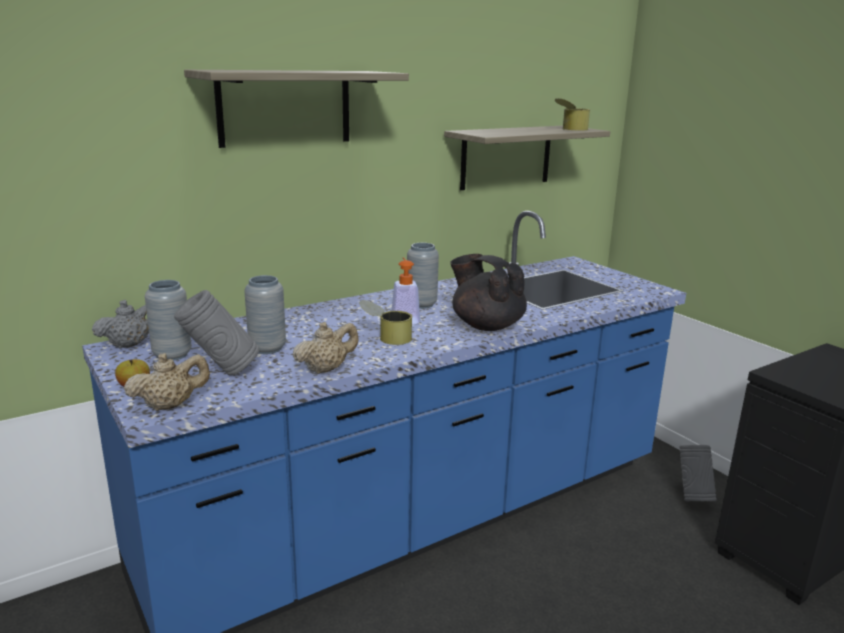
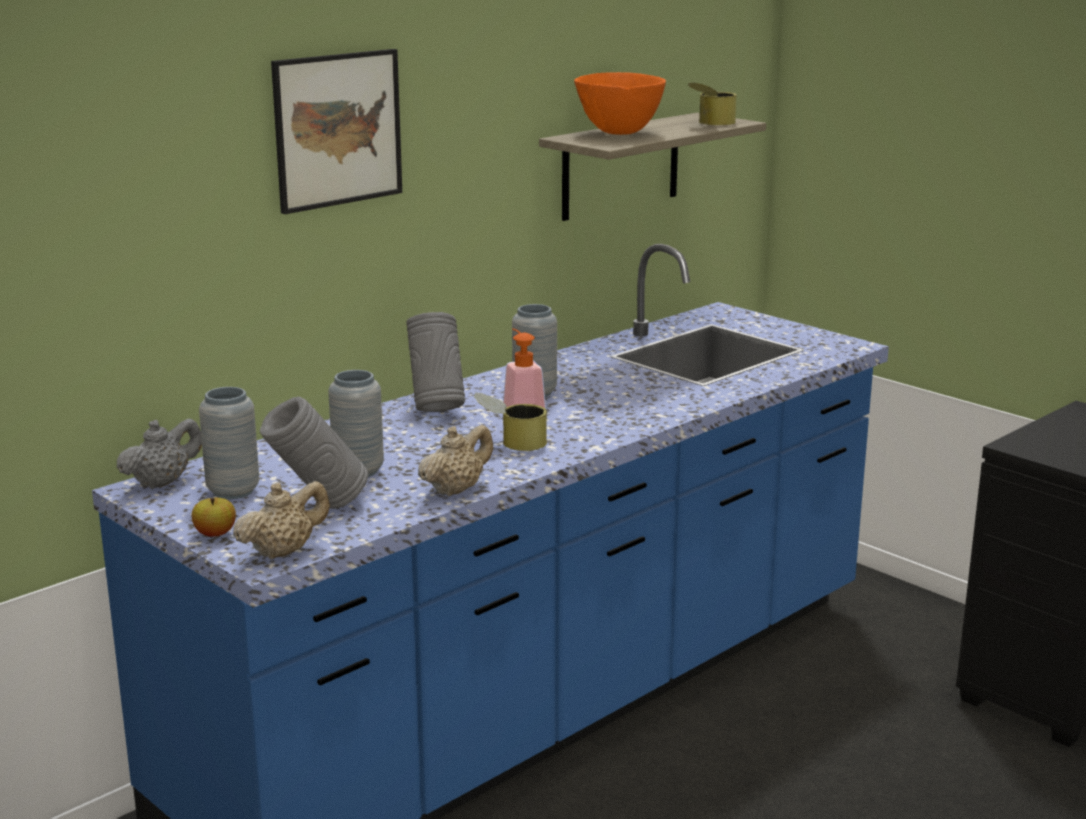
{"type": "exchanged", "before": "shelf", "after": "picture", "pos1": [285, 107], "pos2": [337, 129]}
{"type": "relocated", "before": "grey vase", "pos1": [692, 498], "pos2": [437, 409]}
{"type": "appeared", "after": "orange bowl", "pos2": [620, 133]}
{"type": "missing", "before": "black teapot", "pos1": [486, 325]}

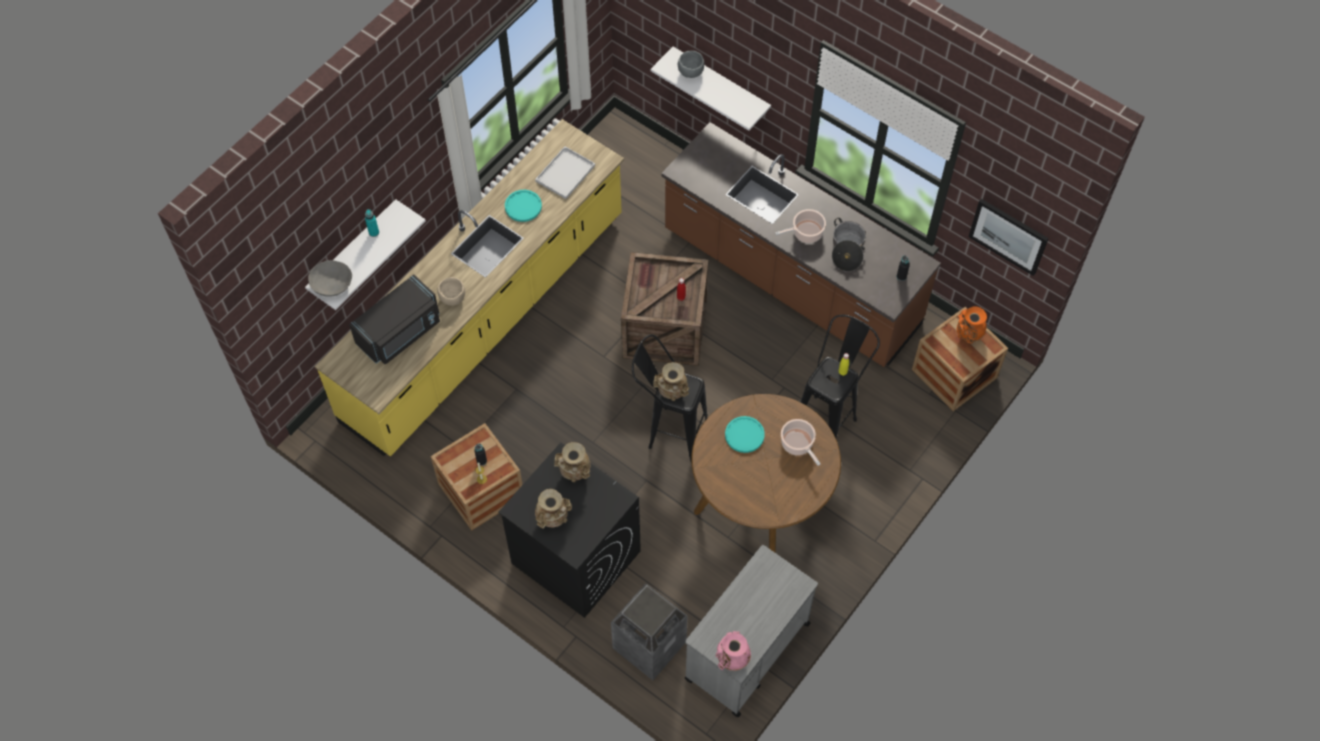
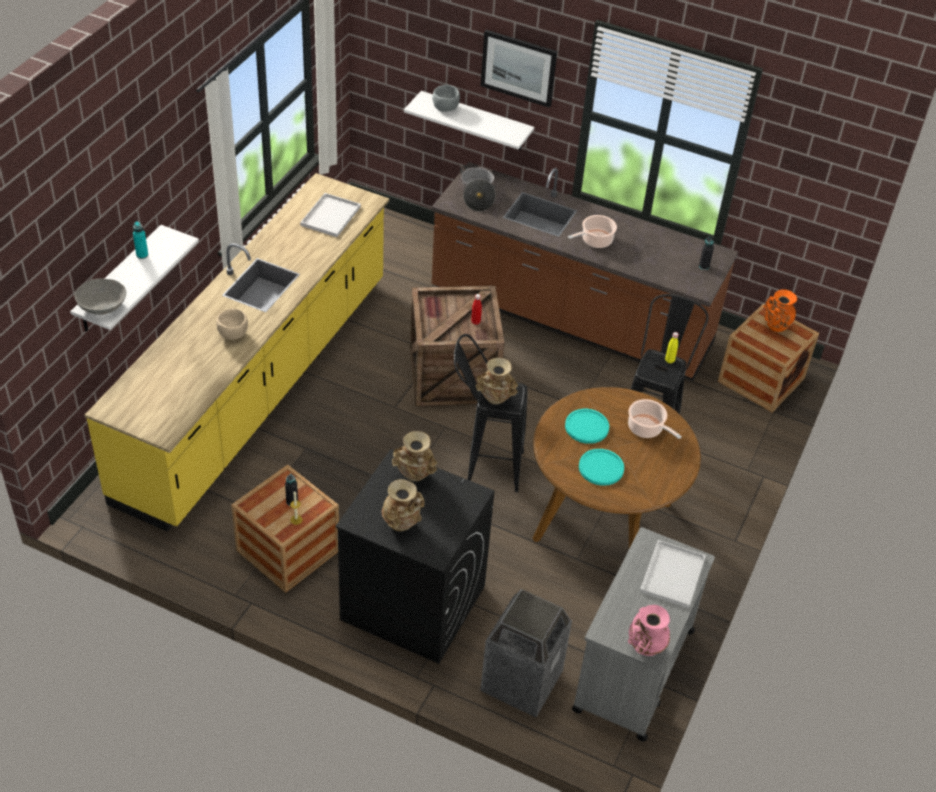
{"type": "relocated", "before": "cooking pot", "pos1": [847, 250], "pos2": [477, 195]}
{"type": "relocated", "before": "picture", "pos1": [1008, 236], "pos2": [518, 67]}
{"type": "relocated", "before": "turquoise plate", "pos1": [523, 206], "pos2": [601, 468]}
{"type": "appeared", "after": "white tray", "pos2": [673, 576]}
{"type": "missing", "before": "black microwave", "pos1": [400, 333]}

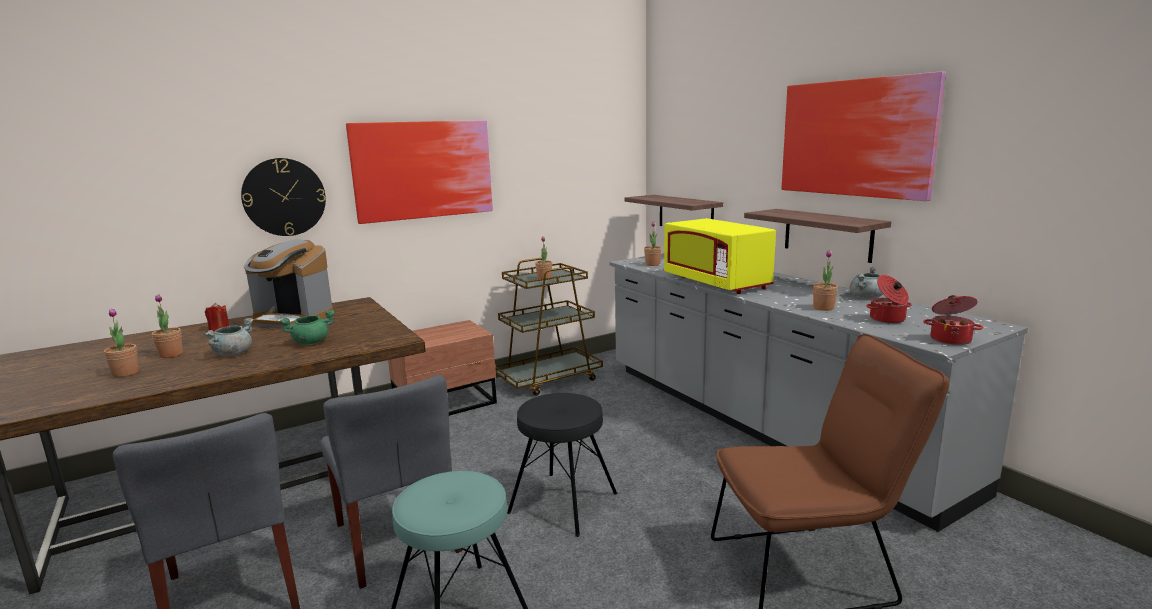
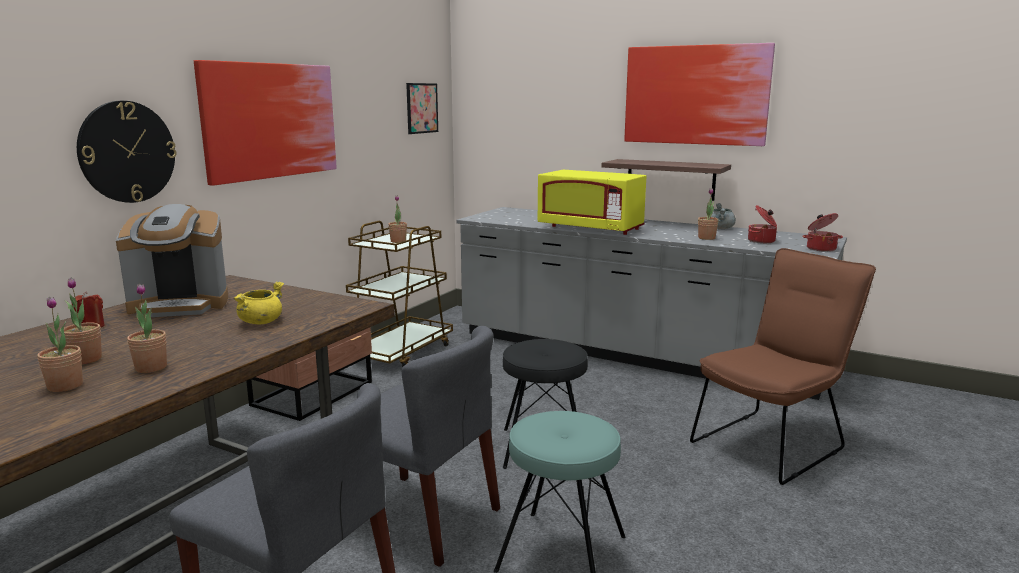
{"type": "relocated", "before": "potted plant", "pos1": [652, 264], "pos2": [151, 368]}
{"type": "colour", "before": "green cooking pot", "after": "yellow cooking pot", "pos1": [311, 342], "pos2": [260, 322]}
{"type": "appeared", "after": "picture", "pos2": [422, 108]}
{"type": "missing", "before": "grey cooking pot", "pos1": [233, 353]}
{"type": "missing", "before": "shelf", "pos1": [685, 214]}

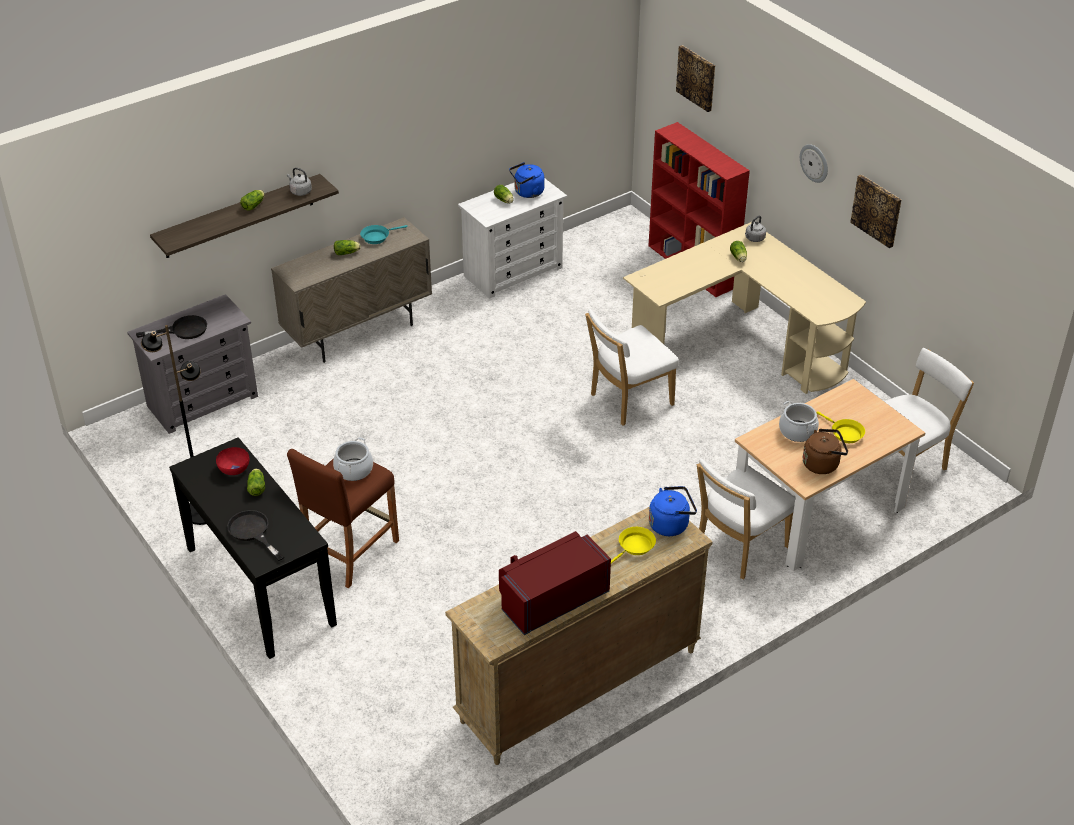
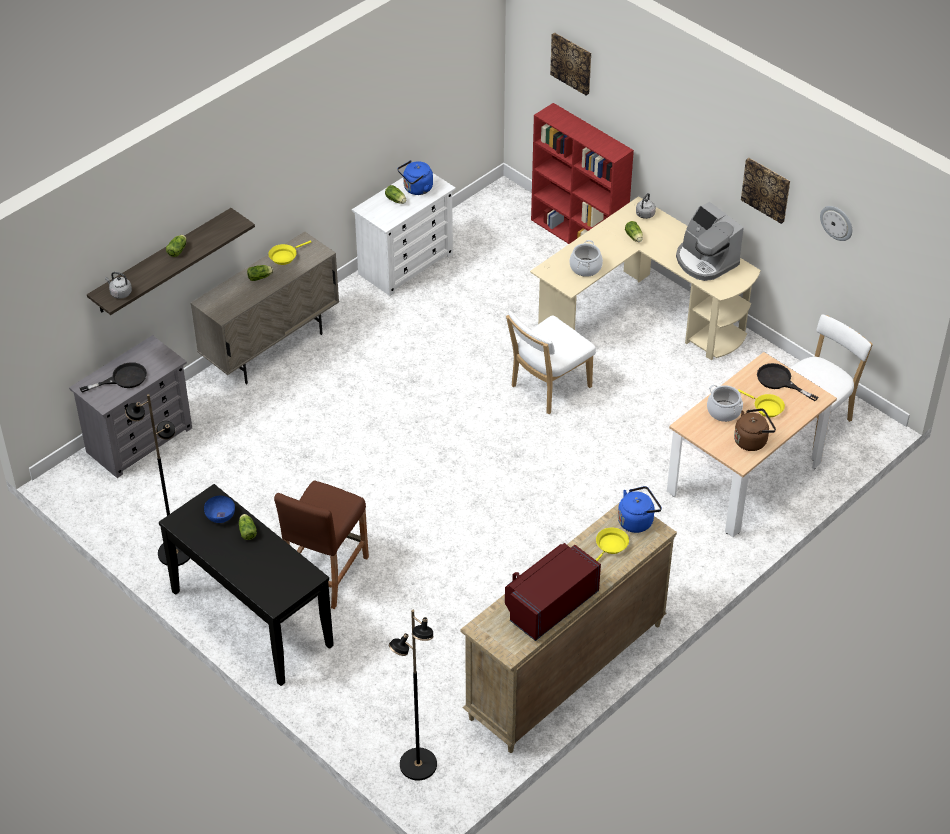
{"type": "relocated", "before": "grey kettle", "pos1": [300, 191], "pos2": [120, 293]}
{"type": "colour", "before": "red bowl", "after": "blue bowl", "pos1": [233, 469], "pos2": [220, 516]}
{"type": "colour", "before": "turquoise frying pan", "after": "yellow frying pan", "pos1": [377, 237], "pos2": [285, 256]}
{"type": "appeared", "after": "black floor lamp", "pos2": [417, 765]}
{"type": "relocated", "before": "cooking pot", "pos1": [353, 470], "pos2": [585, 267]}
{"type": "appeared", "after": "coffee machine", "pos2": [705, 261]}
{"type": "relocated", "before": "black frying pan", "pos1": [252, 532], "pos2": [779, 381]}
{"type": "relocated", "before": "wall clock", "pos1": [814, 163], "pos2": [837, 222]}
{"type": "missing", "before": "white chair", "pos1": [738, 548]}

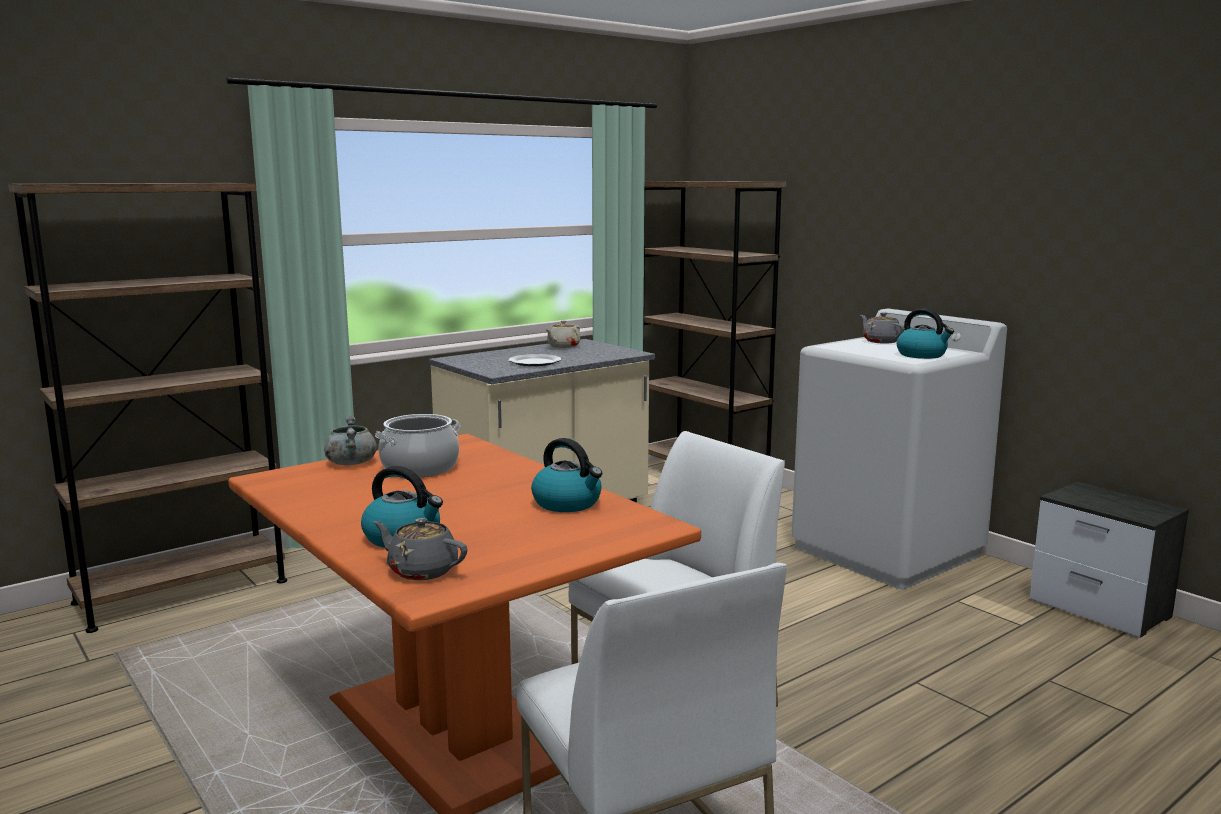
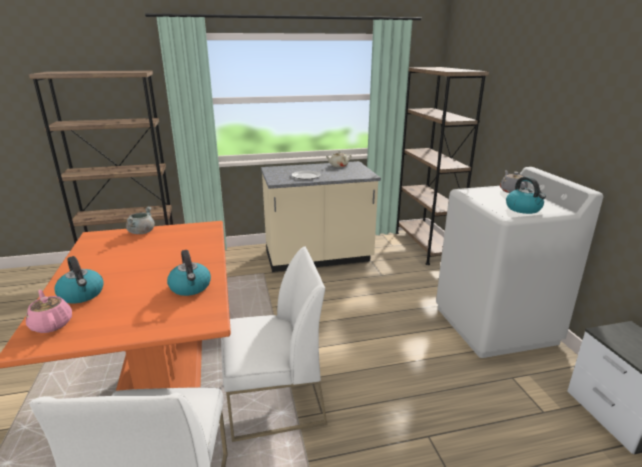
{"type": "colour", "before": "grey teapot", "after": "pink teapot", "pos1": [421, 570], "pos2": [51, 324]}
{"type": "missing", "before": "cooking pot", "pos1": [420, 468]}

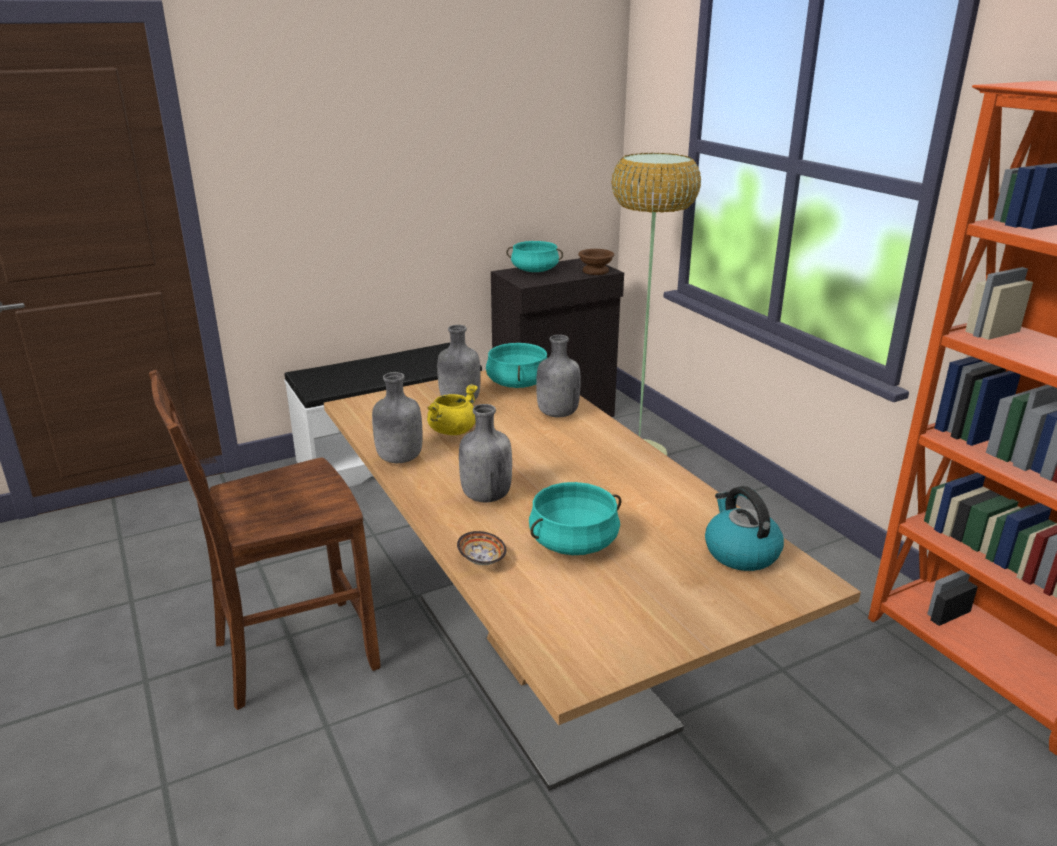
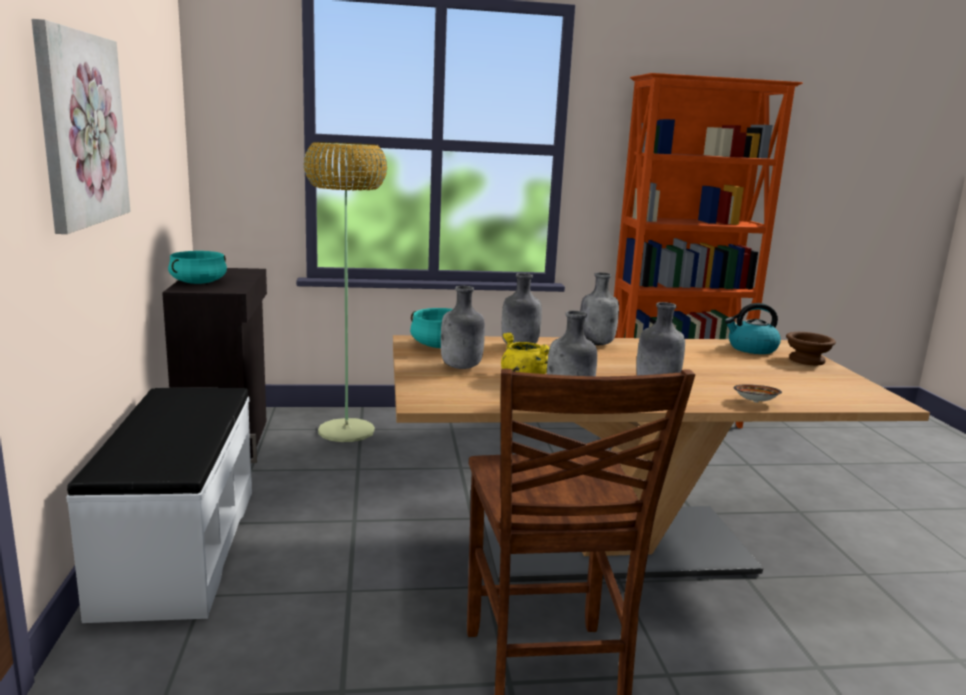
{"type": "appeared", "after": "picture", "pos2": [80, 129]}
{"type": "appeared", "after": "grey bottle", "pos2": [597, 343]}
{"type": "relocated", "before": "brown bowl", "pos1": [595, 271], "pos2": [808, 361]}
{"type": "missing", "before": "turquoise cooking pot", "pos1": [573, 543]}

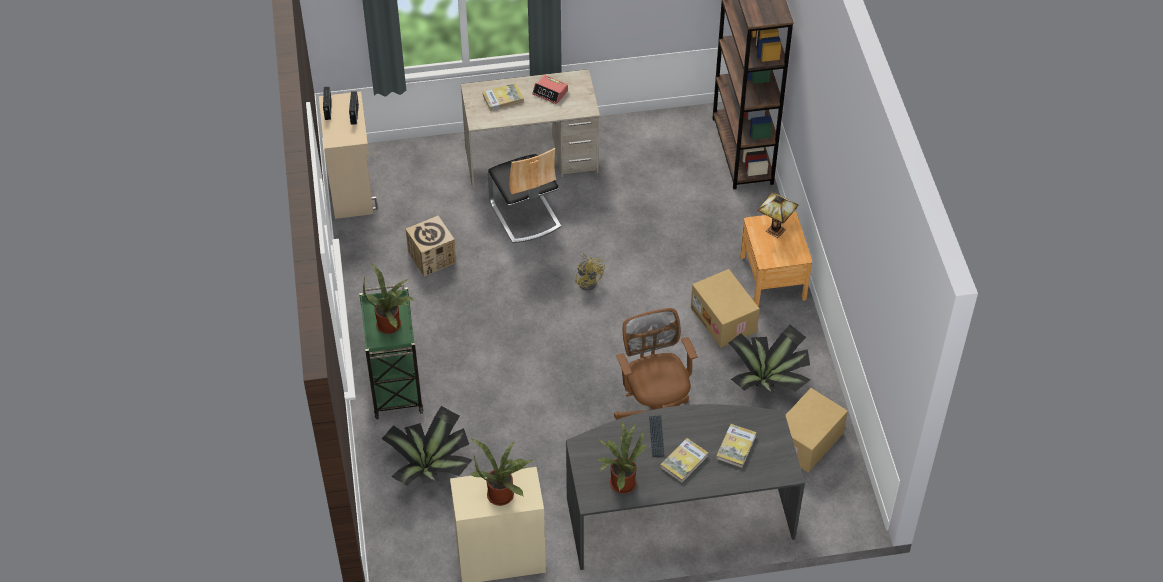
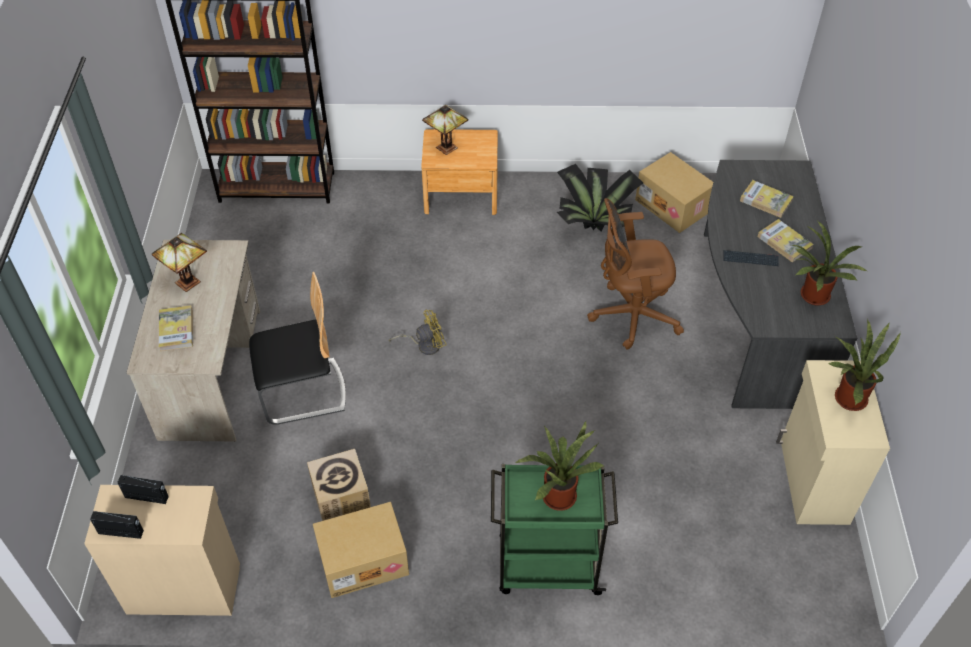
{"type": "exchanged", "before": "alarm clock", "after": "table lamp", "pos1": [550, 93], "pos2": [188, 281]}
{"type": "relocated", "before": "cardboard box", "pos1": [724, 319], "pos2": [363, 560]}
{"type": "missing", "before": "potted plant", "pos1": [431, 467]}

